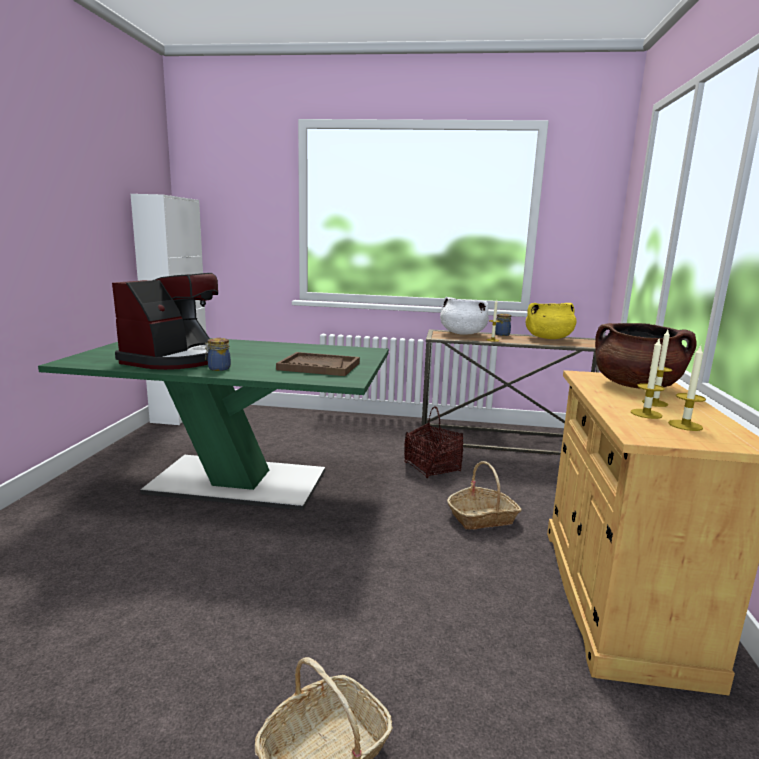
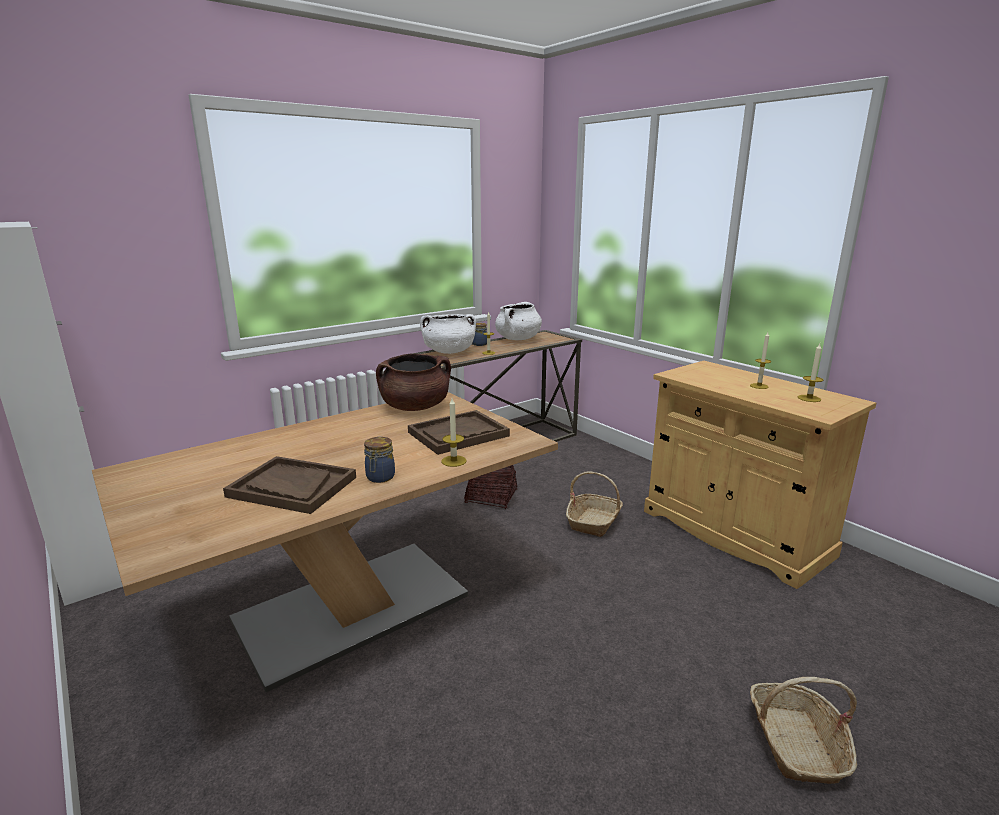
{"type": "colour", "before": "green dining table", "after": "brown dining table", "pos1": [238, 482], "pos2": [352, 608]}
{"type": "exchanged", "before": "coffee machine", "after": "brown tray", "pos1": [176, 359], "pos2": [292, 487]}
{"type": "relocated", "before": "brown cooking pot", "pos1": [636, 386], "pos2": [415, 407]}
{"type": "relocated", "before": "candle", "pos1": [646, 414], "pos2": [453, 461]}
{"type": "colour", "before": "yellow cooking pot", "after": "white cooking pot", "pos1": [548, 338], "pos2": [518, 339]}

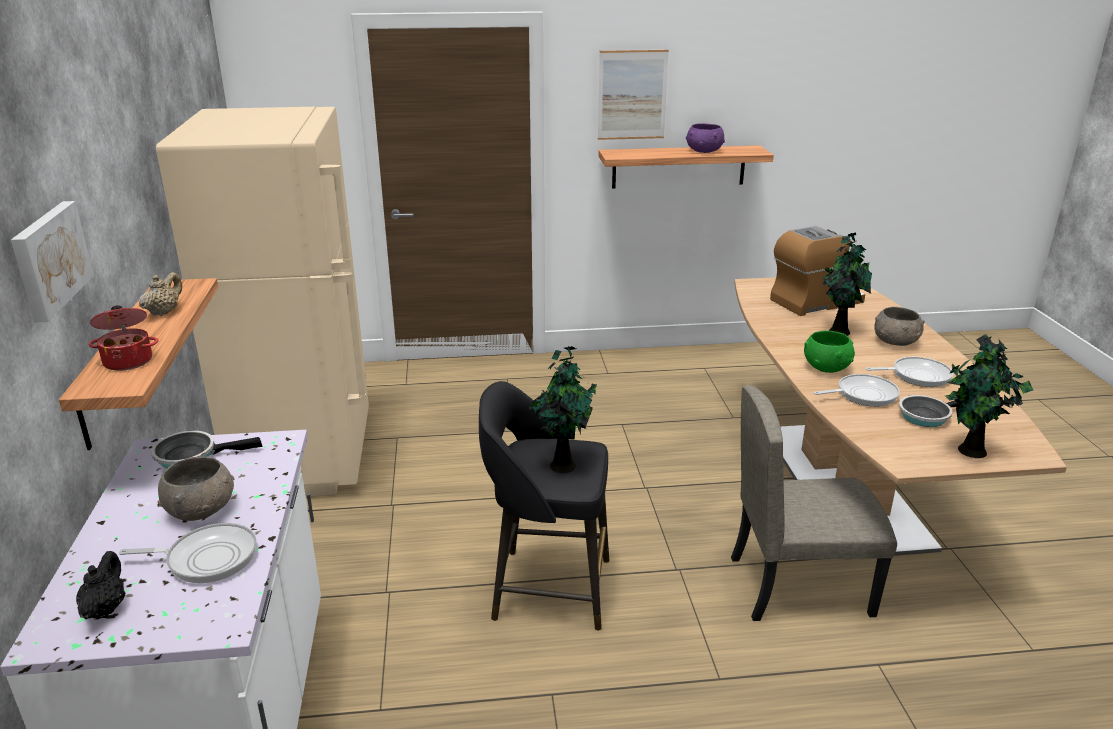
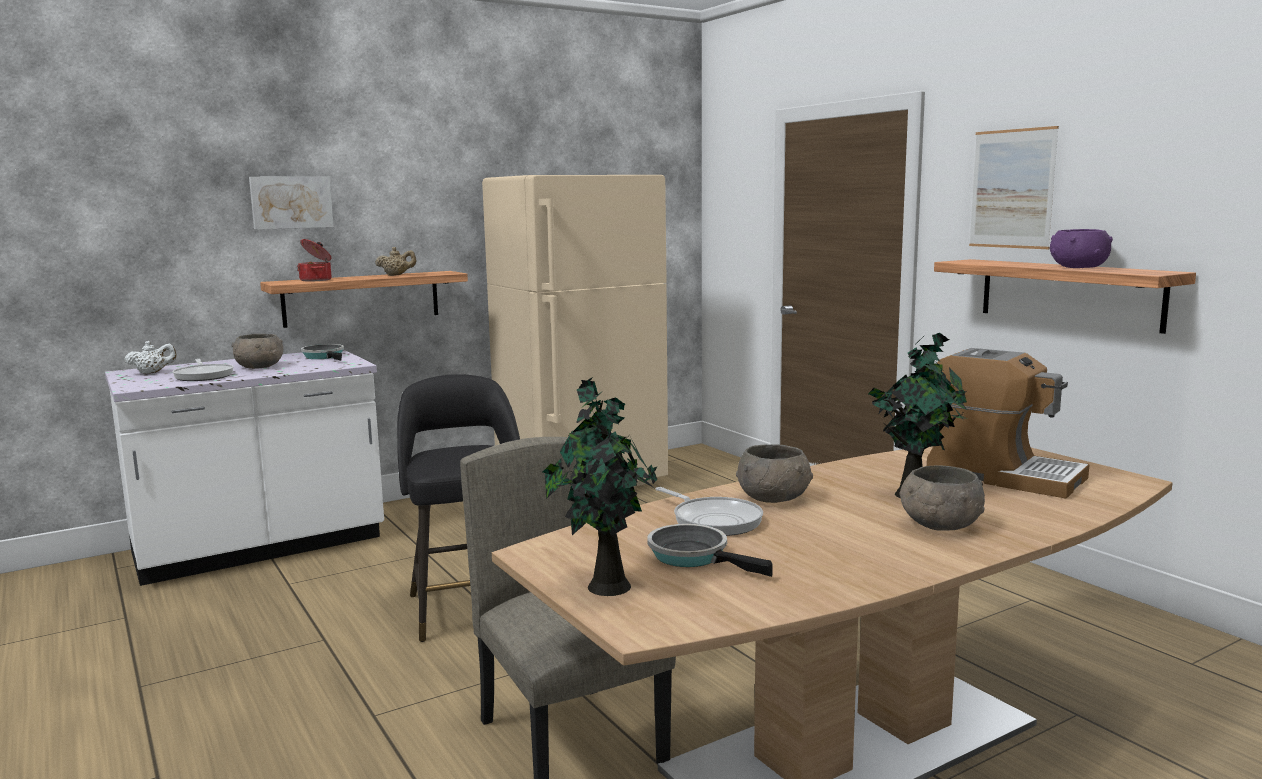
{"type": "colour", "before": "black teapot", "after": "white teapot", "pos1": [105, 608], "pos2": [152, 373]}
{"type": "colour", "before": "green bowl", "after": "grey bowl", "pos1": [826, 367], "pos2": [774, 498]}
{"type": "missing", "before": "potted plant", "pos1": [562, 464]}
{"type": "missing", "before": "frying pan", "pos1": [917, 375]}

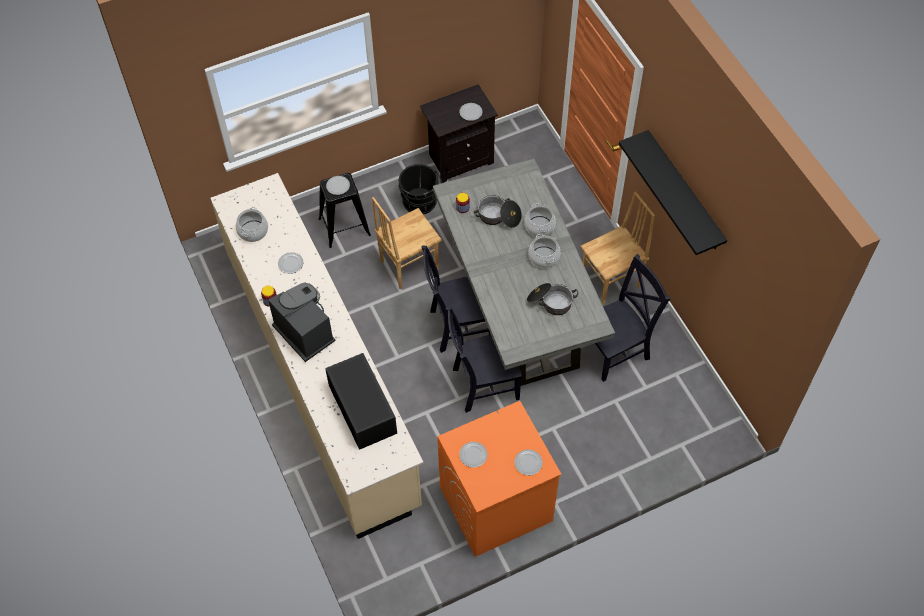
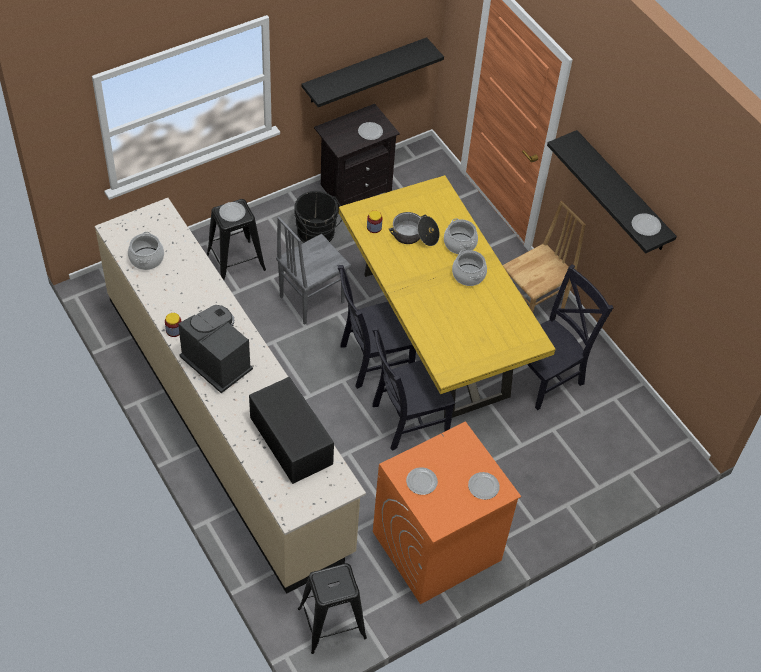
{"type": "colour", "before": "brown chair", "after": "grey chair", "pos1": [408, 265], "pos2": [310, 299]}
{"type": "appeared", "after": "black stool", "pos2": [332, 623]}
{"type": "appeared", "after": "black shelf", "pos2": [364, 71]}
{"type": "colour", "before": "grey dining table", "after": "yellow dining table", "pos1": [518, 305], "pos2": [435, 335]}
{"type": "relocated", "before": "plate", "pos1": [290, 264], "pos2": [645, 226]}
{"type": "missing", "before": "cooking pot", "pos1": [550, 302]}

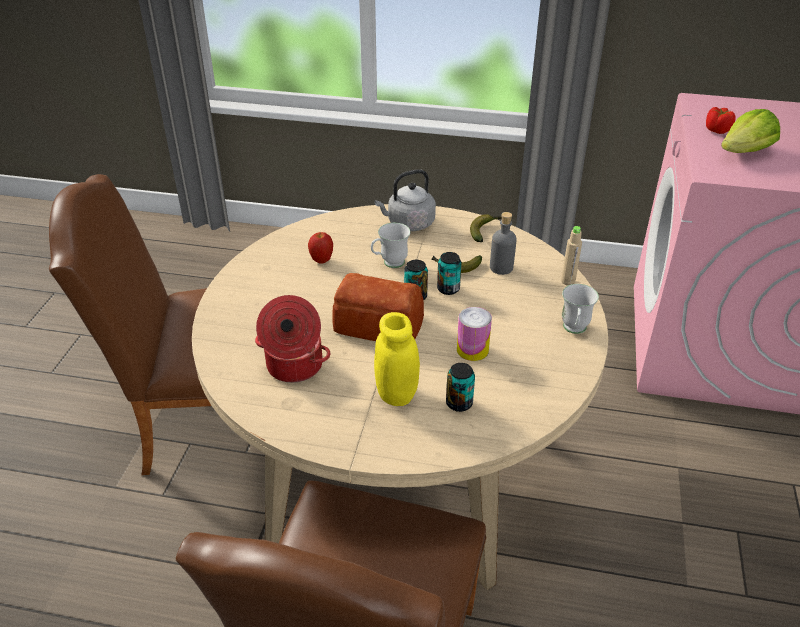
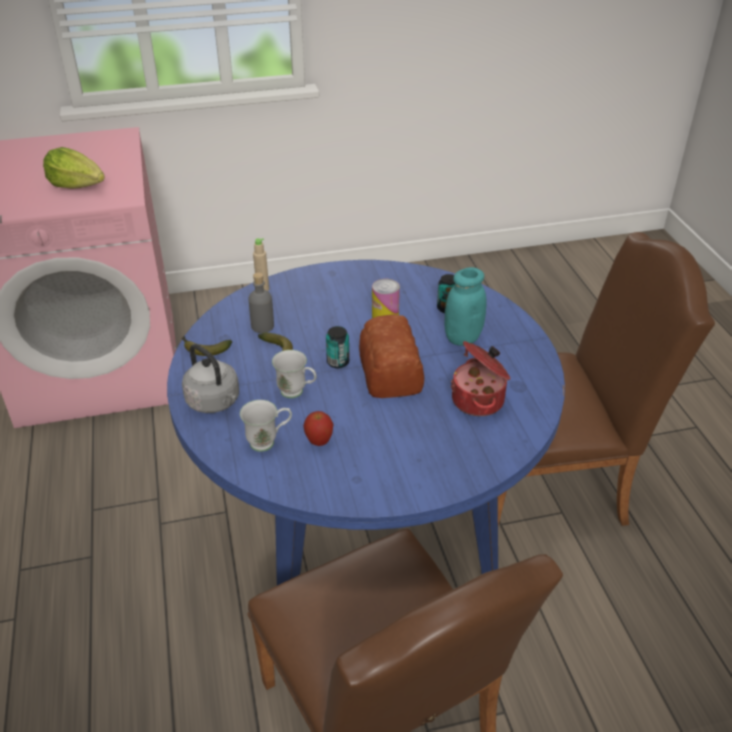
{"type": "colour", "before": "beige dining table", "after": "blue dining table", "pos1": [399, 478], "pos2": [366, 525]}
{"type": "relocated", "before": "white mug", "pos1": [574, 330], "pos2": [268, 442]}
{"type": "colour", "before": "yellow jar", "after": "turquoise jar", "pos1": [396, 394], "pos2": [462, 338]}
{"type": "missing", "before": "can", "pos1": [448, 289]}
{"type": "missing", "before": "tomato", "pos1": [717, 130]}

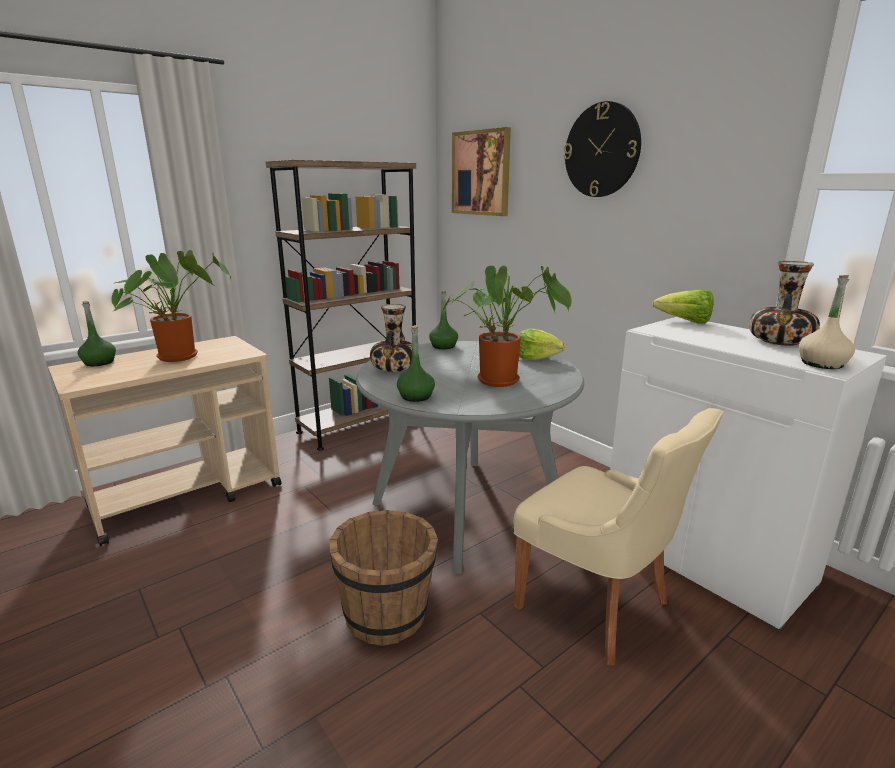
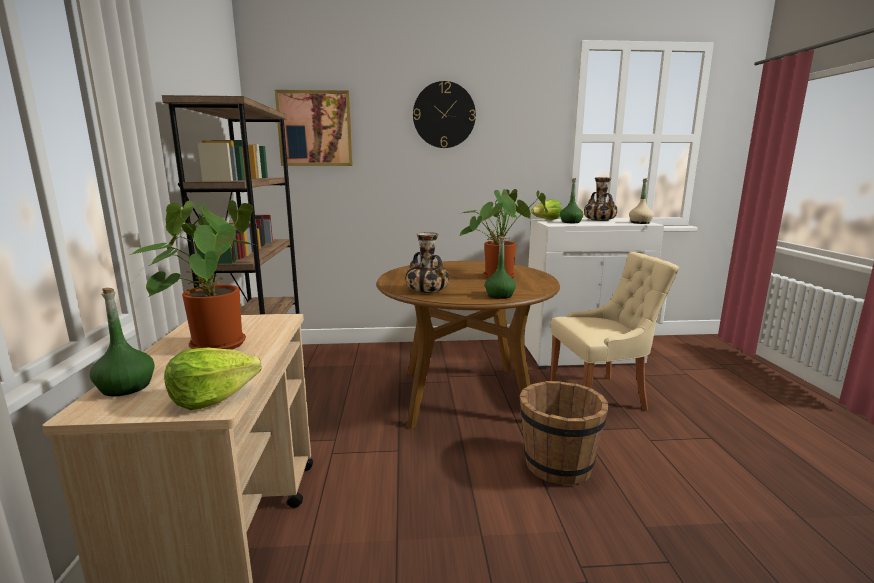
{"type": "relocated", "before": "lettuce", "pos1": [536, 357], "pos2": [212, 397]}
{"type": "colour", "before": "grey dining table", "after": "brown dining table", "pos1": [467, 509], "pos2": [465, 395]}
{"type": "relocated", "before": "green bottle", "pos1": [443, 346], "pos2": [570, 222]}

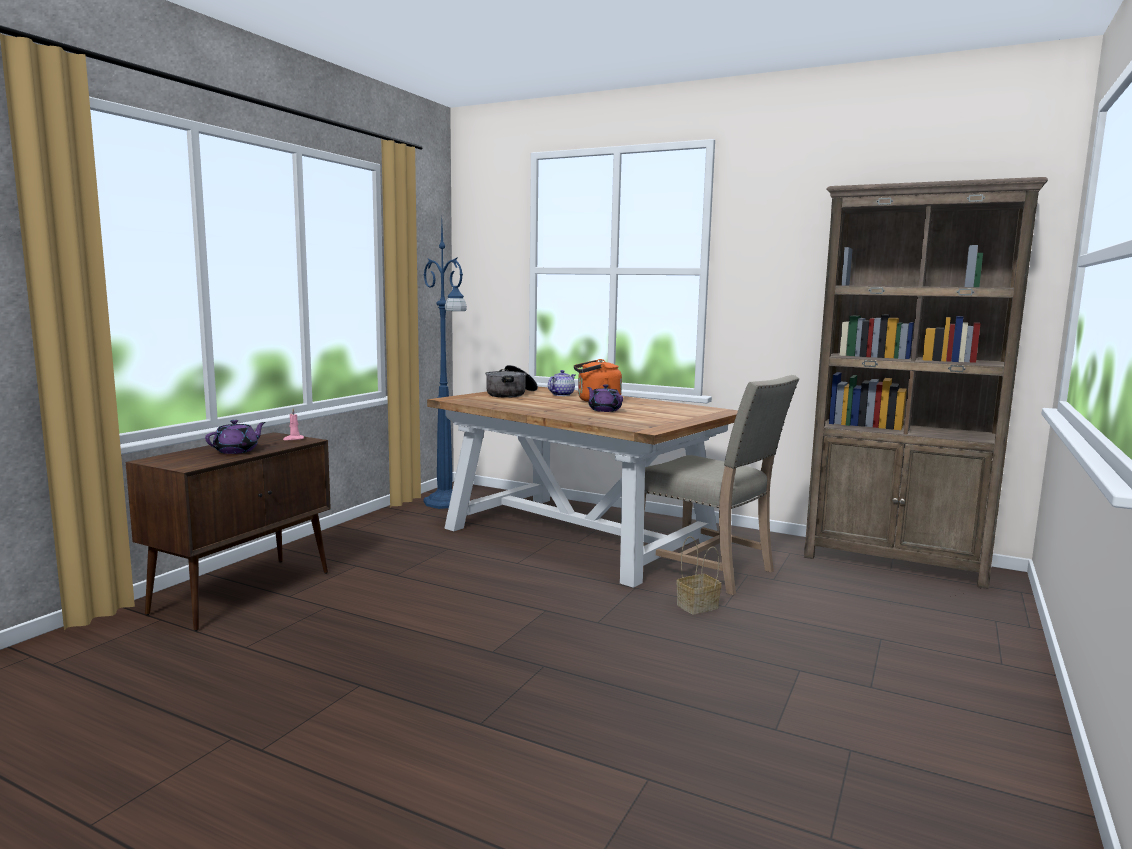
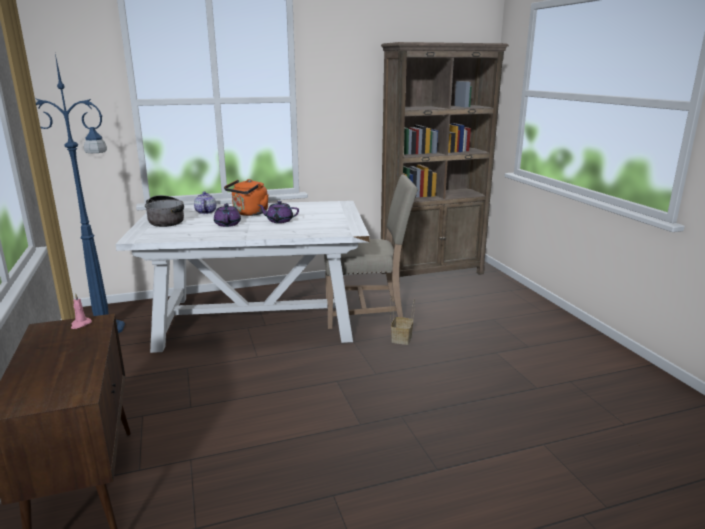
{"type": "colour", "before": "brown dining table", "after": "white dining table", "pos1": [577, 535], "pos2": [255, 319]}
{"type": "relocated", "before": "purple teapot", "pos1": [237, 451], "pos2": [228, 224]}

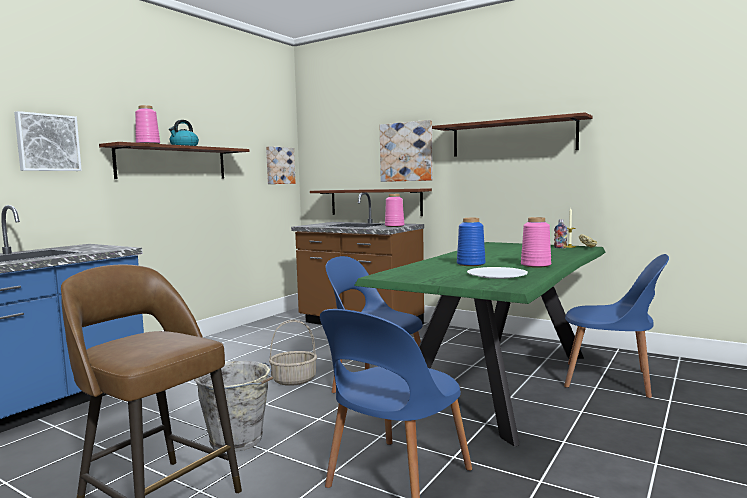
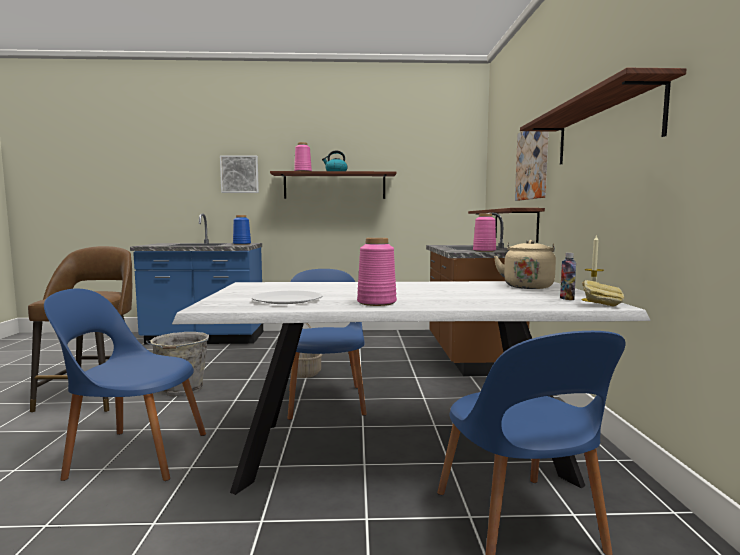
{"type": "colour", "before": "green dining table", "after": "white dining table", "pos1": [498, 382], "pos2": [401, 448]}
{"type": "relocated", "before": "blue vase", "pos1": [470, 264], "pos2": [242, 244]}
{"type": "appeared", "after": "beige kettle", "pos2": [527, 286]}
{"type": "missing", "before": "picture", "pos1": [279, 165]}

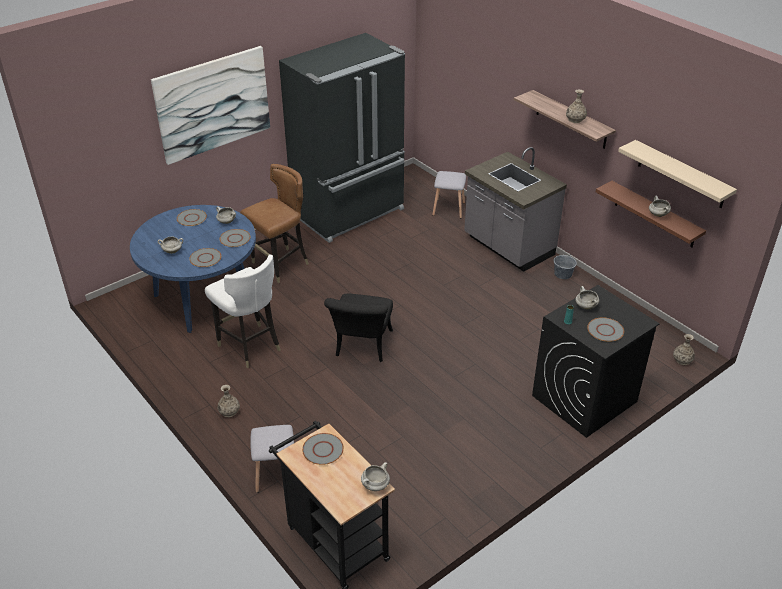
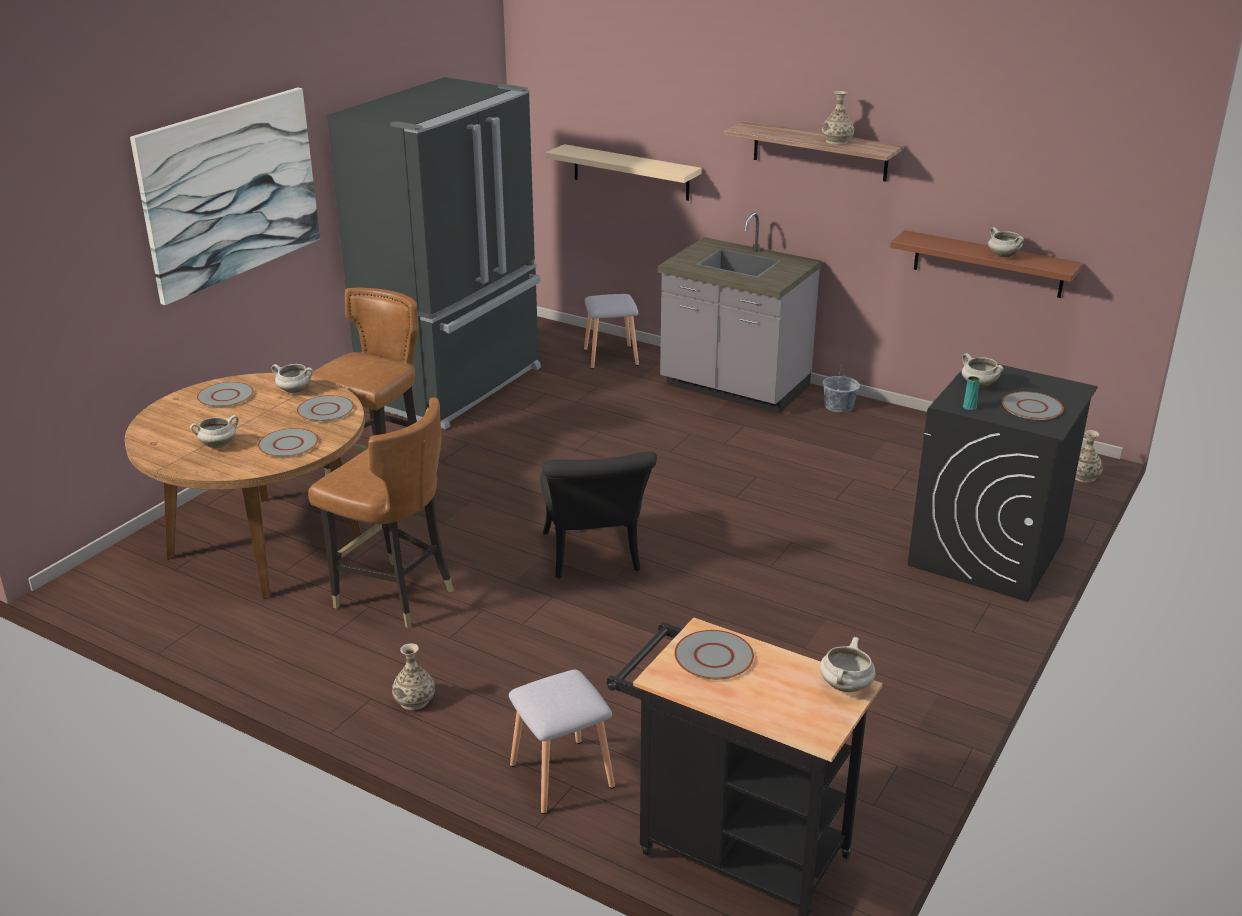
{"type": "colour", "before": "blue dining table", "after": "brown dining table", "pos1": [203, 299], "pos2": [265, 545]}
{"type": "colour", "before": "white chair", "after": "brown chair", "pos1": [250, 346], "pos2": [394, 596]}
{"type": "relocated", "before": "beige shelf", "pos1": [681, 174], "pos2": [631, 172]}

